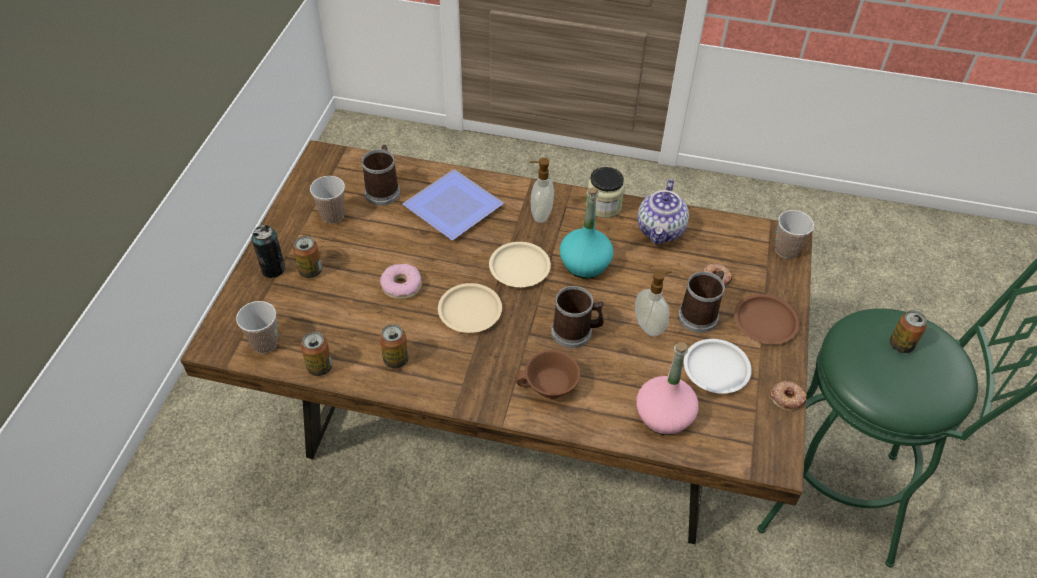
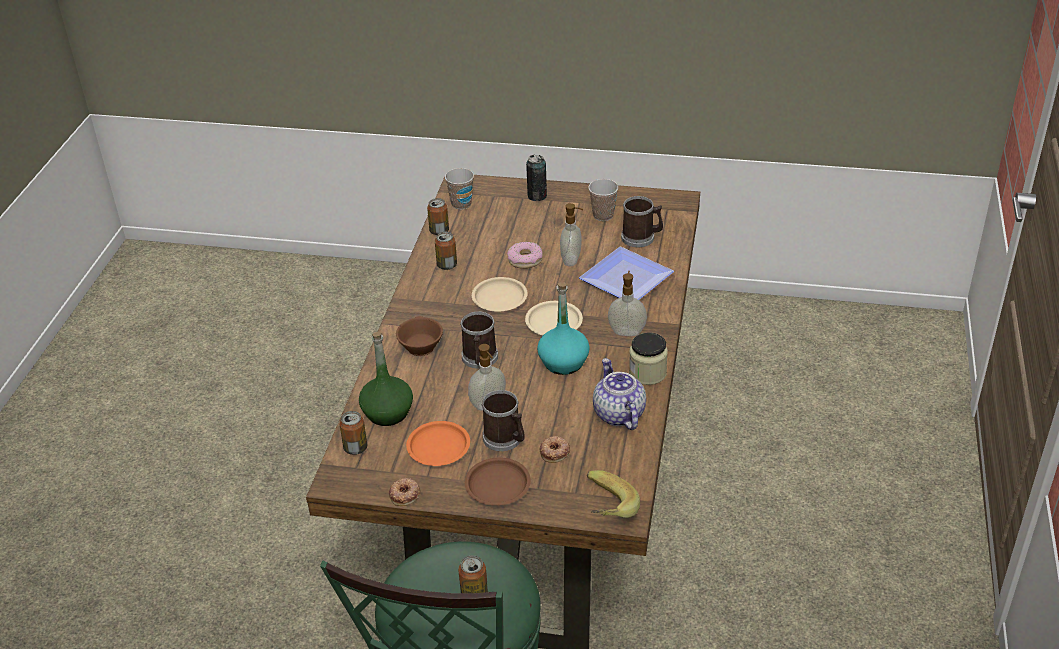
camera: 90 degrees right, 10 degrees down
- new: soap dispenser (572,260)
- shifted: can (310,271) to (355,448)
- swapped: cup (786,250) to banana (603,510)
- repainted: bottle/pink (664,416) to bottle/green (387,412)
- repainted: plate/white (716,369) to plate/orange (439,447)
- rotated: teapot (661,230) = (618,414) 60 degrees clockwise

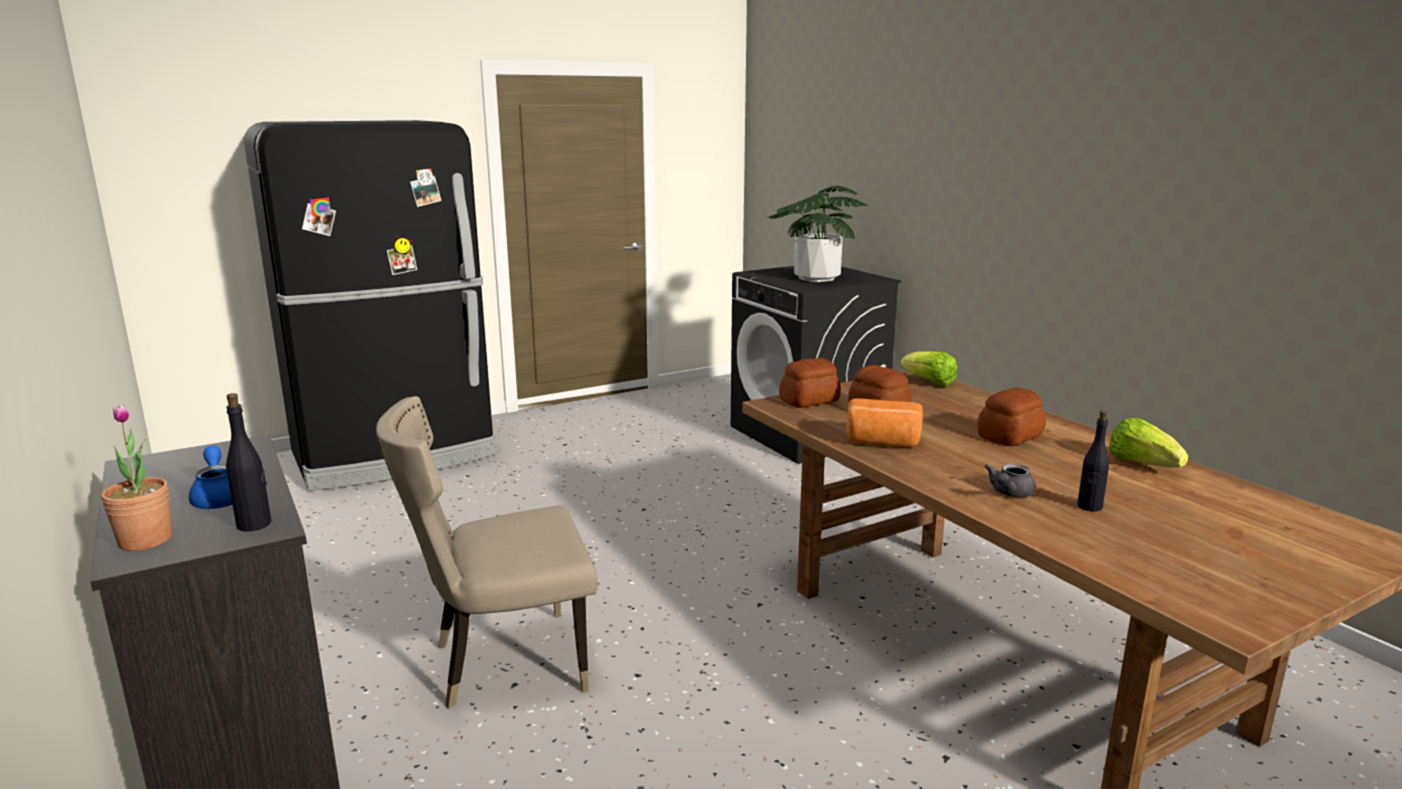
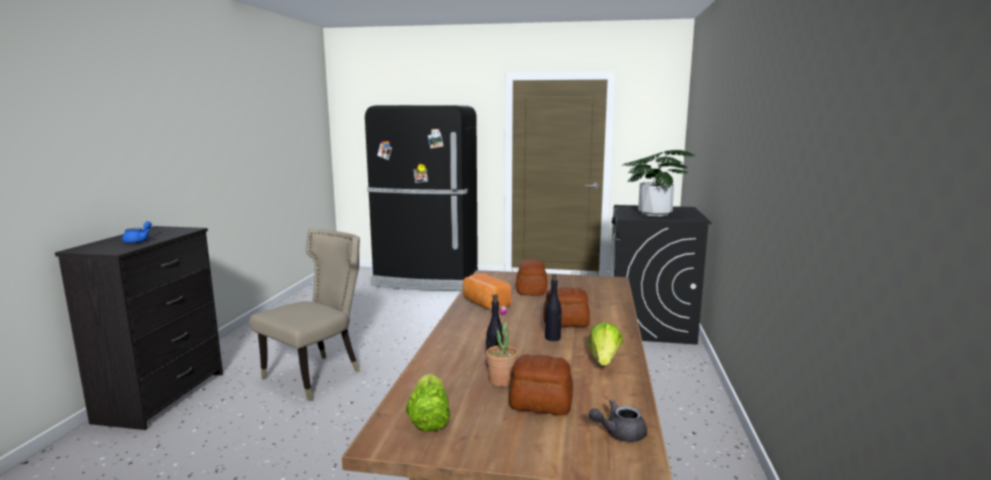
camera: 40 degrees right, 5 degrees down
- shifted: potted plant (145,540) to (502,381)
- shifted: bottle/black (254,524) to (553,338)
- shifted: bread (810,401) to (541,404)
- shifted: lettuce (929,383) to (429,418)
- shifted: teapot/grey (1009,493) to (619,433)
- rotated: chair/beige (503,663) = (317,375) 105 degrees clockwise

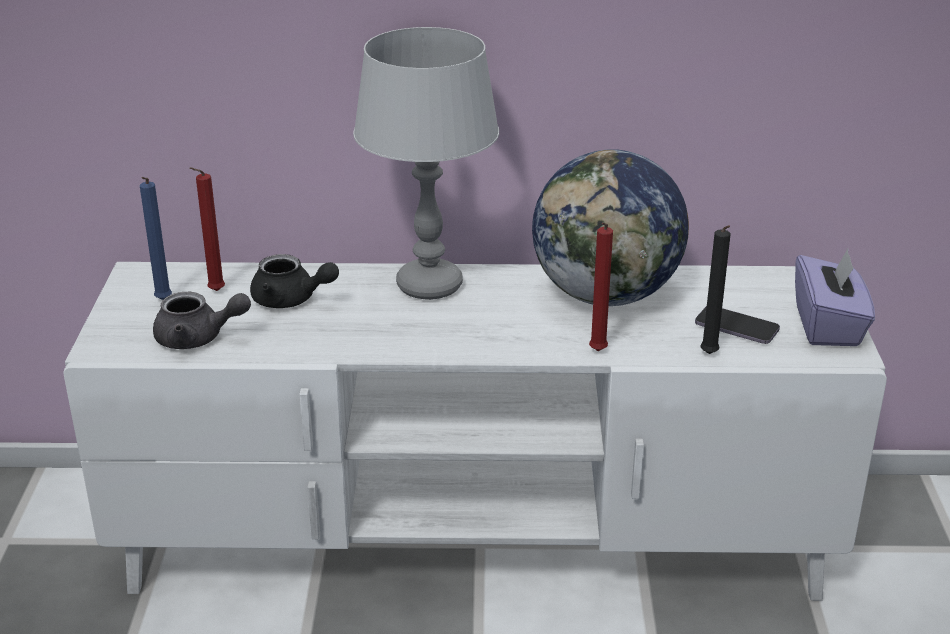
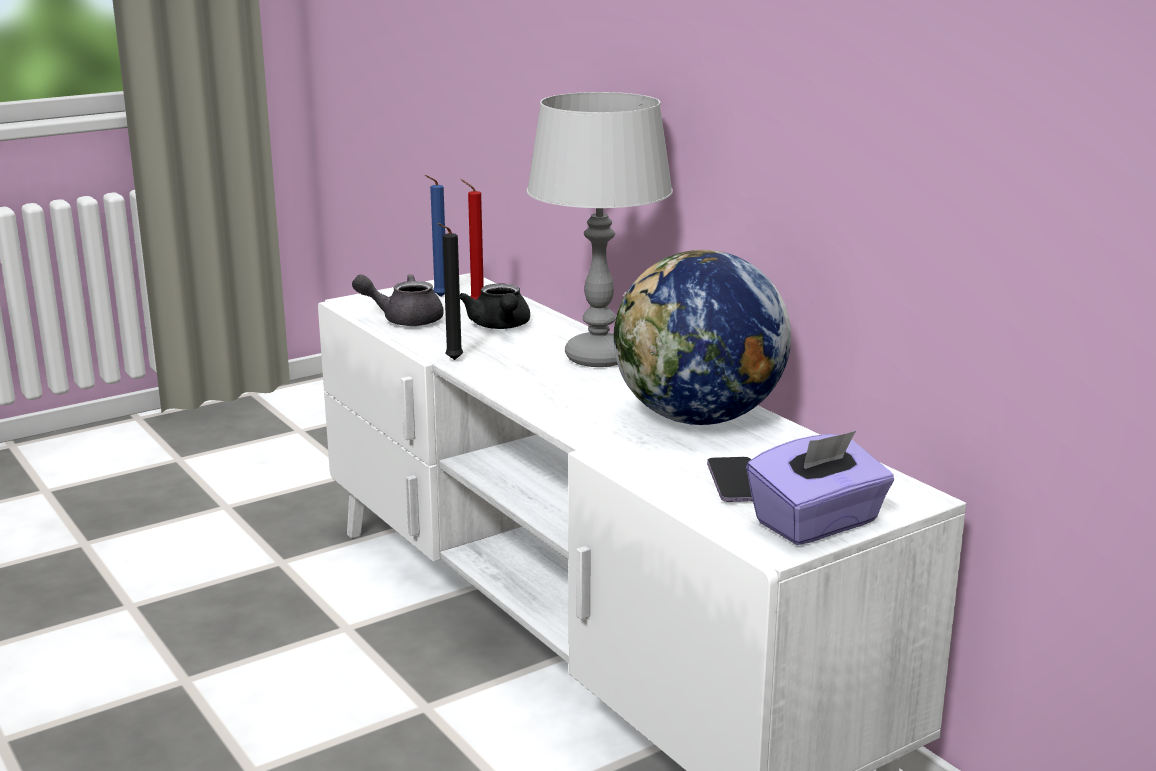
camera: 55 degrees right, 10 degrees down
- gone: candle/red (597,352)
- shifted: candle/black (709,355) to (451,360)
- rotated: teapot/grey (198,338) = (404,319) 120 degrees clockwise

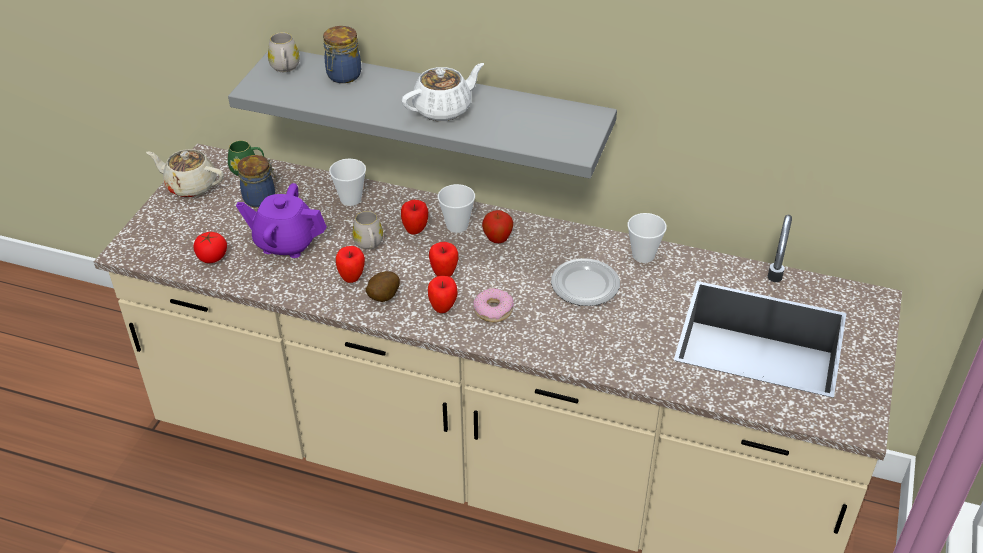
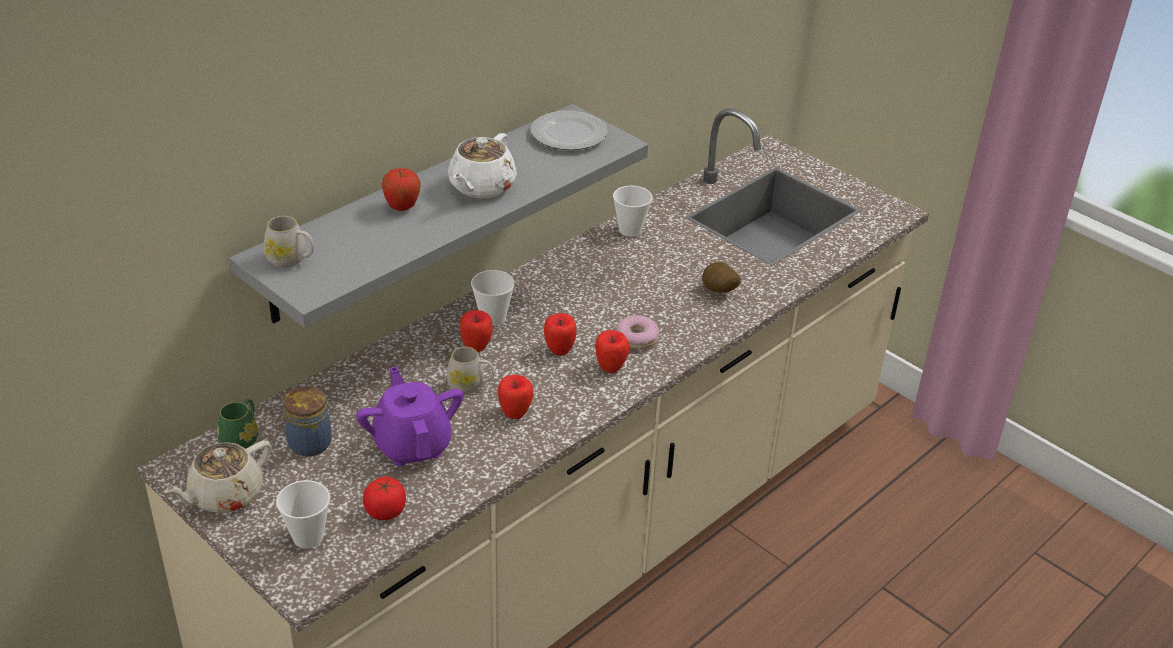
camera: 65 degrees left, 5 degrees down
- gone: jar (343,76)
- shifted: cup (350,199) to (308,537)
- shifted: potato (382,298) to (718,292)
- shifted: apple (497,240) to (402,208)
- shifted: plate (585,286) to (569,135)
- rotated: teapot/purple (286,243) = (412,445) 120 degrees clockwise
- rotated: teapot/white (443,109) = (481,187) 150 degrees counterclockwise

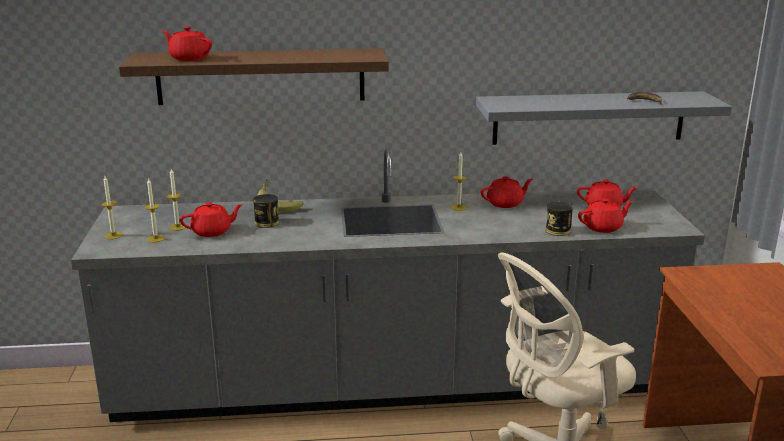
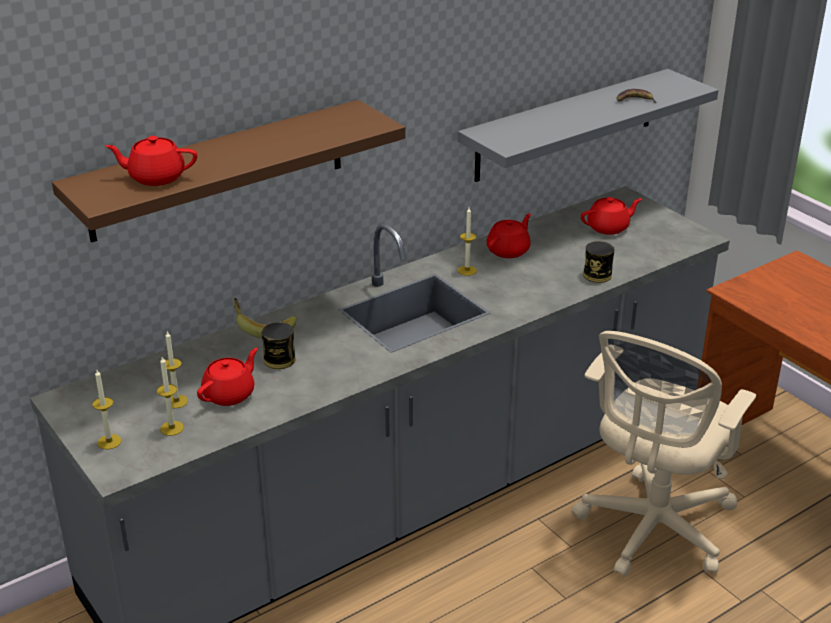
camera: 30 degrees left, 10 degrees up
- gone: teapot/red (603,227)

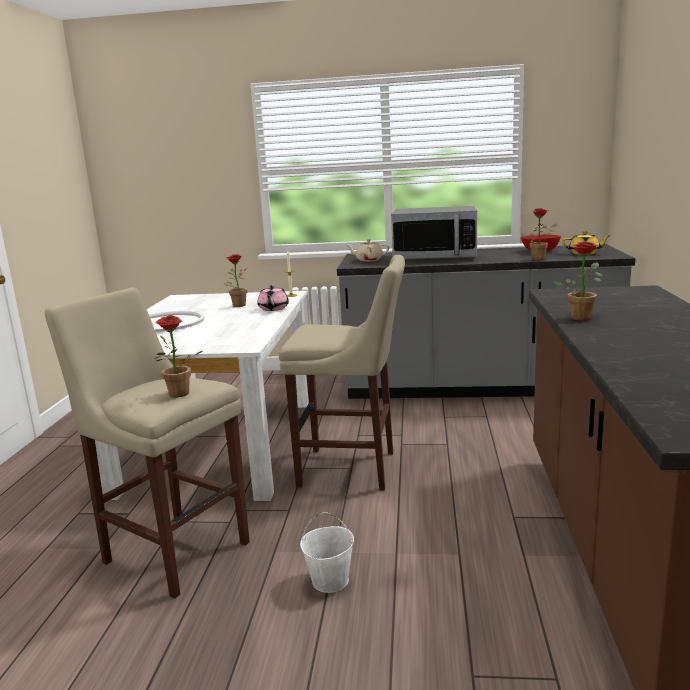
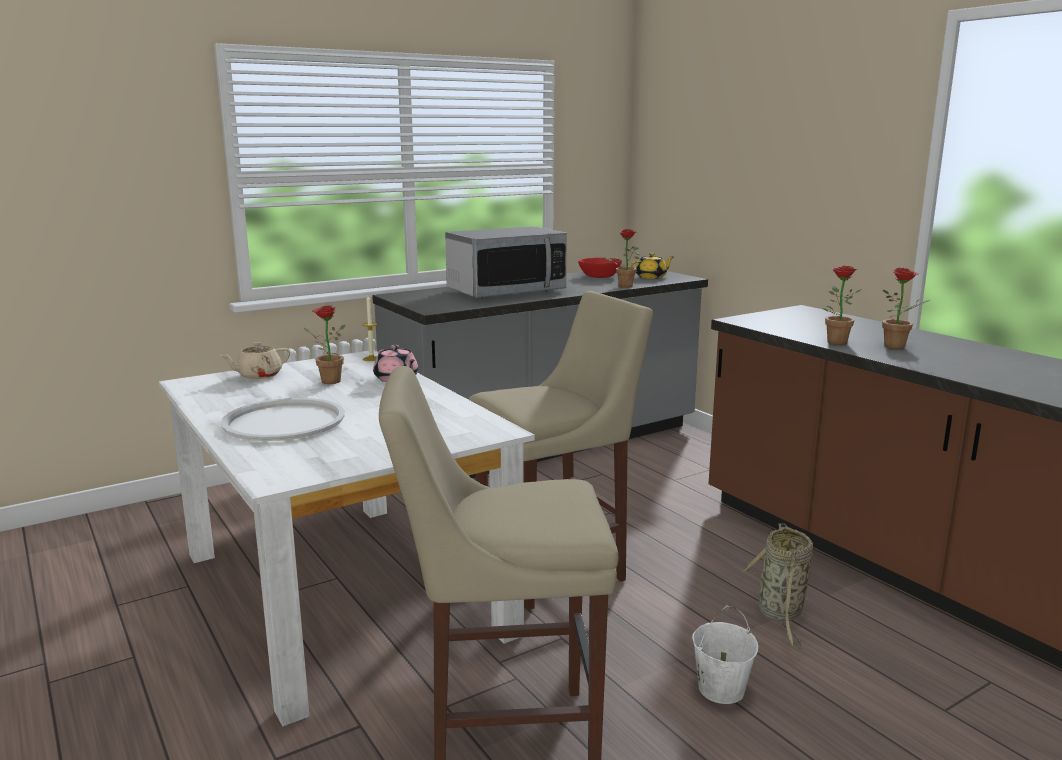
camera: 40 degrees left, 0 degrees up
- new: basket (780,614)
- shifted: potted plant (179,395) to (899,347)
- shifted: teapot/beige (368,260) to (258,375)

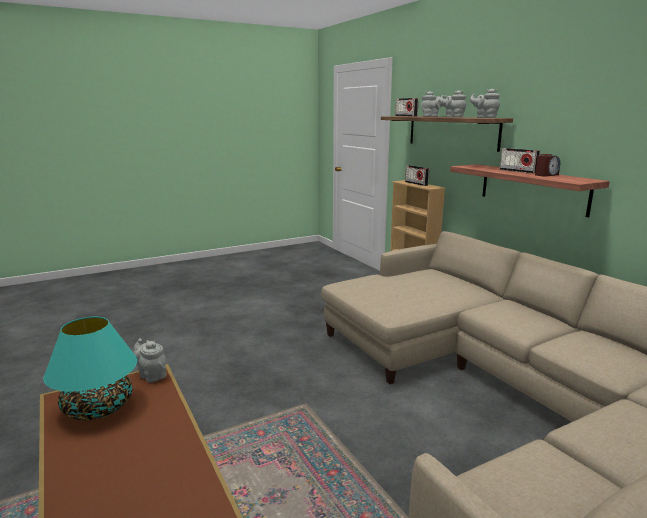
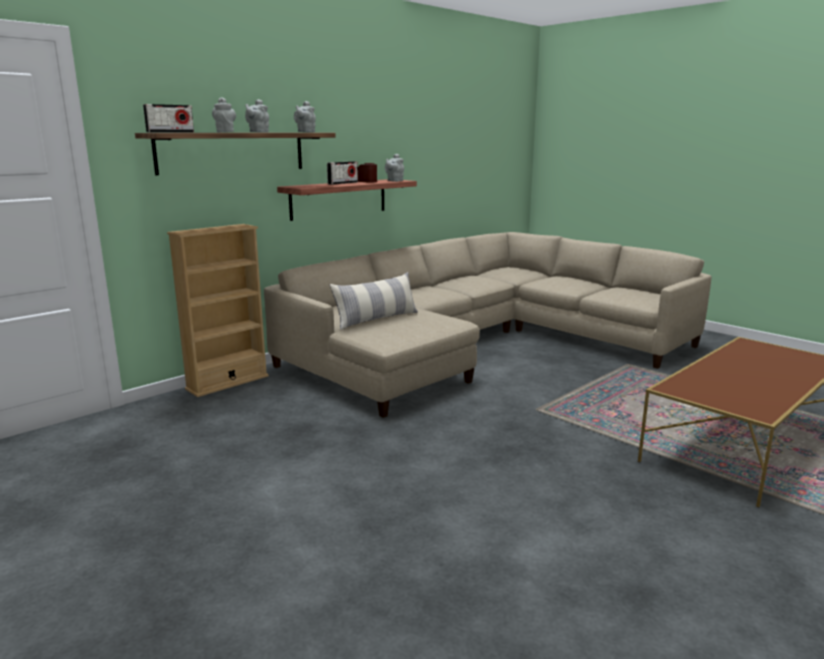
camera: 105 degrees left, 0 degrees up
- gone: table lamp/turquoise (97,407)
- gone: radio (416,183)
- new: pillow (376,319)
- shifted: teapot/grey (151,375) to (394,181)

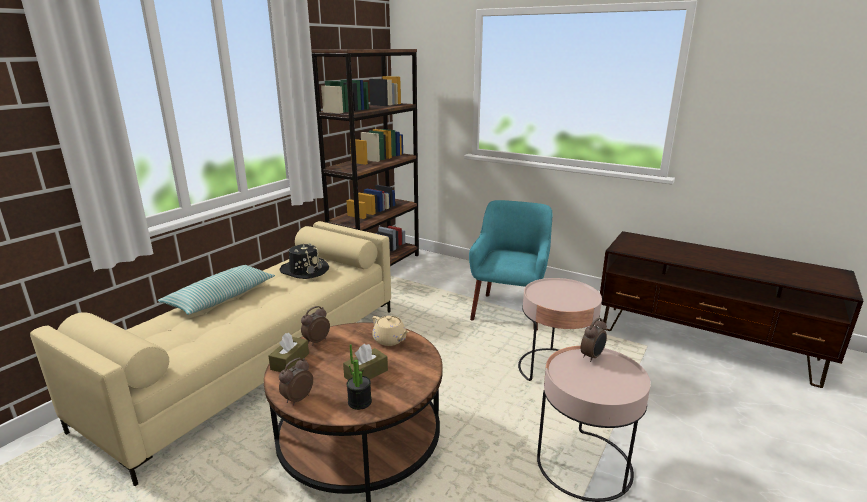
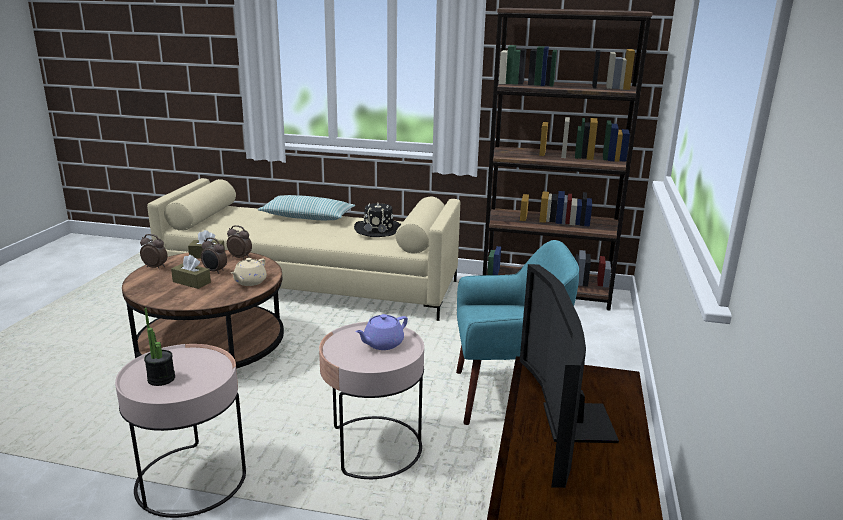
camera: 70 degrees right, 0 degrees up
- new: teapot/purple (382,344)
- new: television (566,422)
- shifted: potted plant (359,402) to (161,379)
- shifted: alarm clock (592,357) to (215,271)

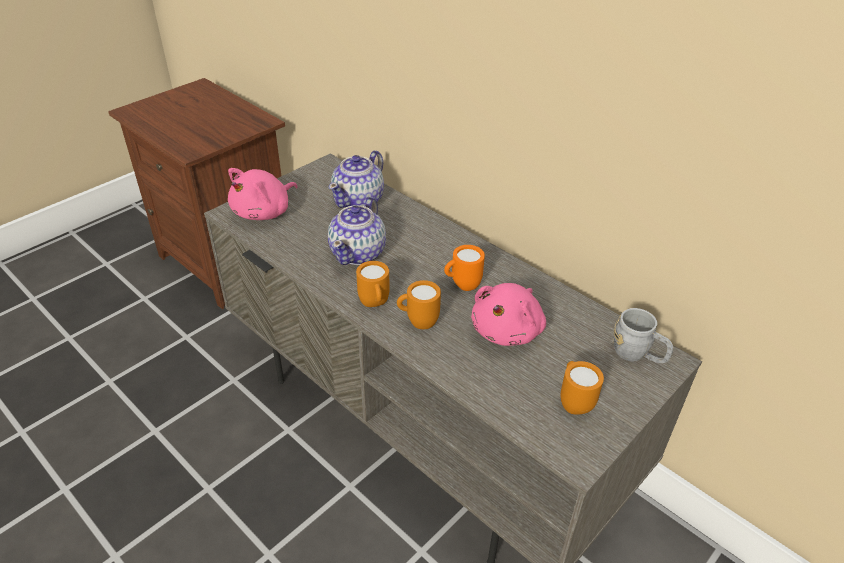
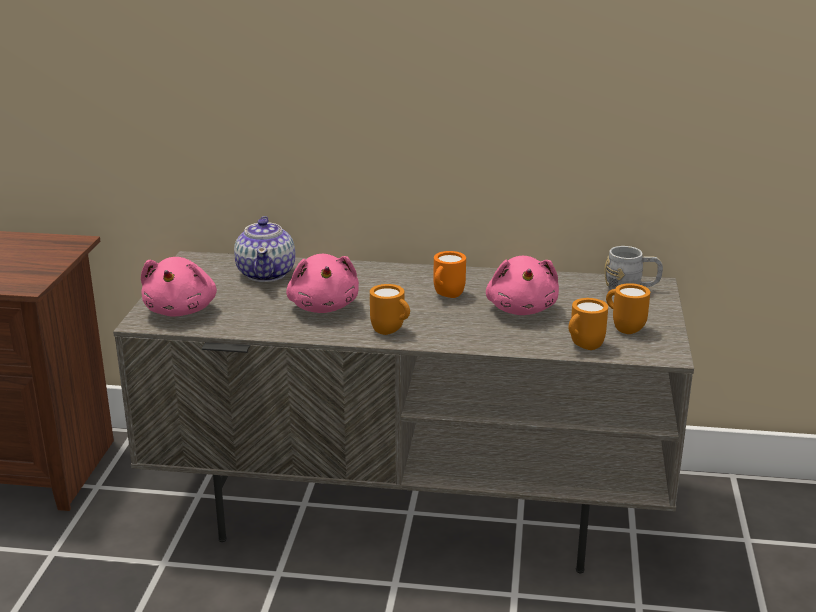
camera: 35 degrees left, 15 degrees down
- shifted: mug/orange (418,322) to (583,347)
- swapped: teapot (358,253) to plush toy/pink (323,306)

